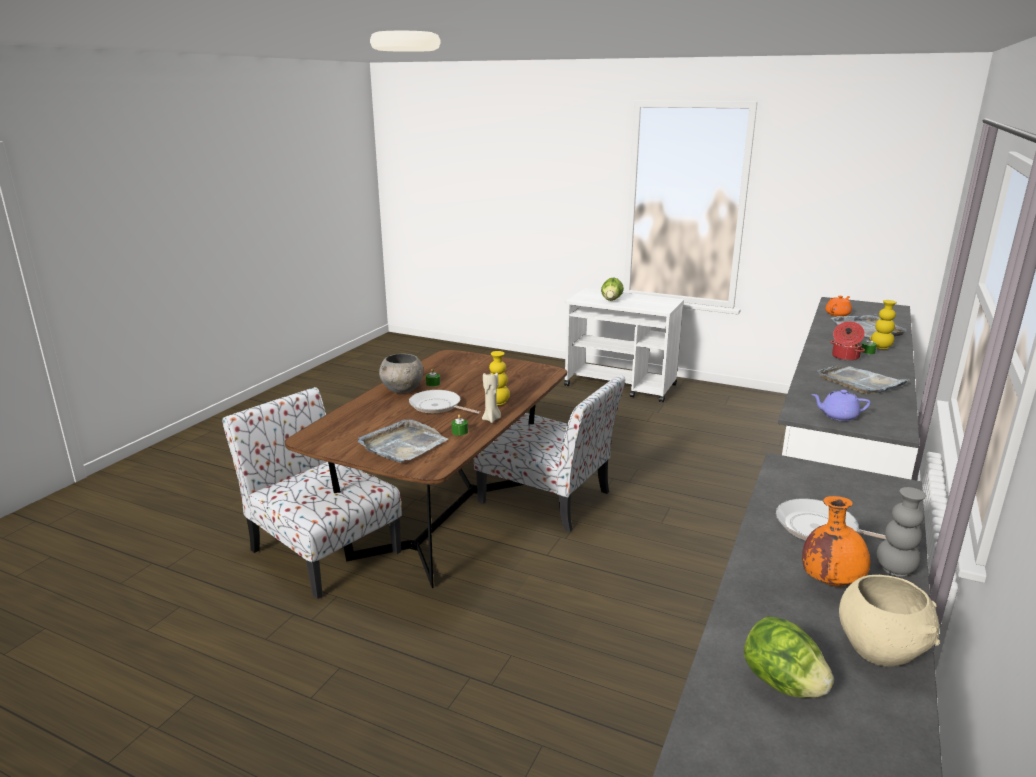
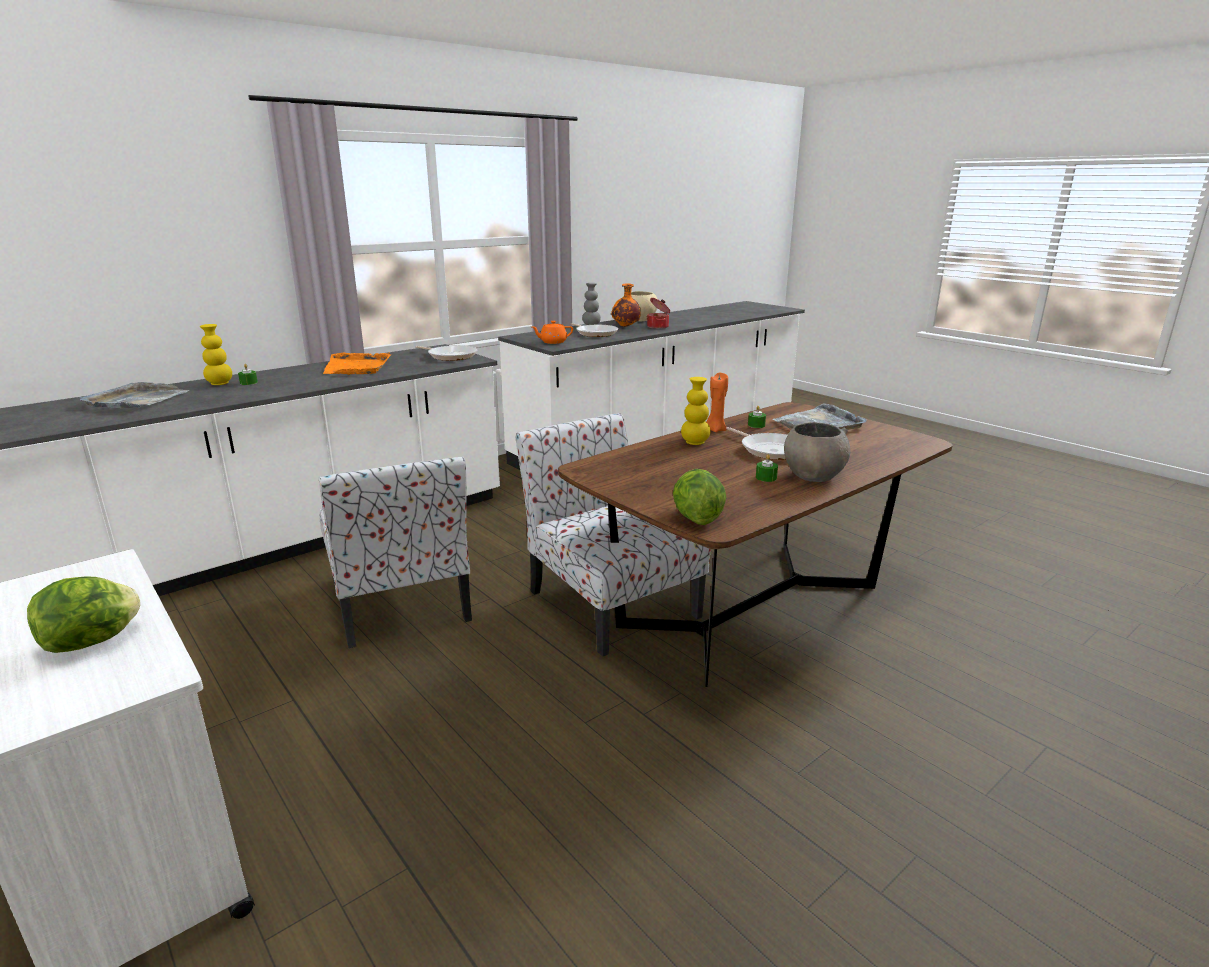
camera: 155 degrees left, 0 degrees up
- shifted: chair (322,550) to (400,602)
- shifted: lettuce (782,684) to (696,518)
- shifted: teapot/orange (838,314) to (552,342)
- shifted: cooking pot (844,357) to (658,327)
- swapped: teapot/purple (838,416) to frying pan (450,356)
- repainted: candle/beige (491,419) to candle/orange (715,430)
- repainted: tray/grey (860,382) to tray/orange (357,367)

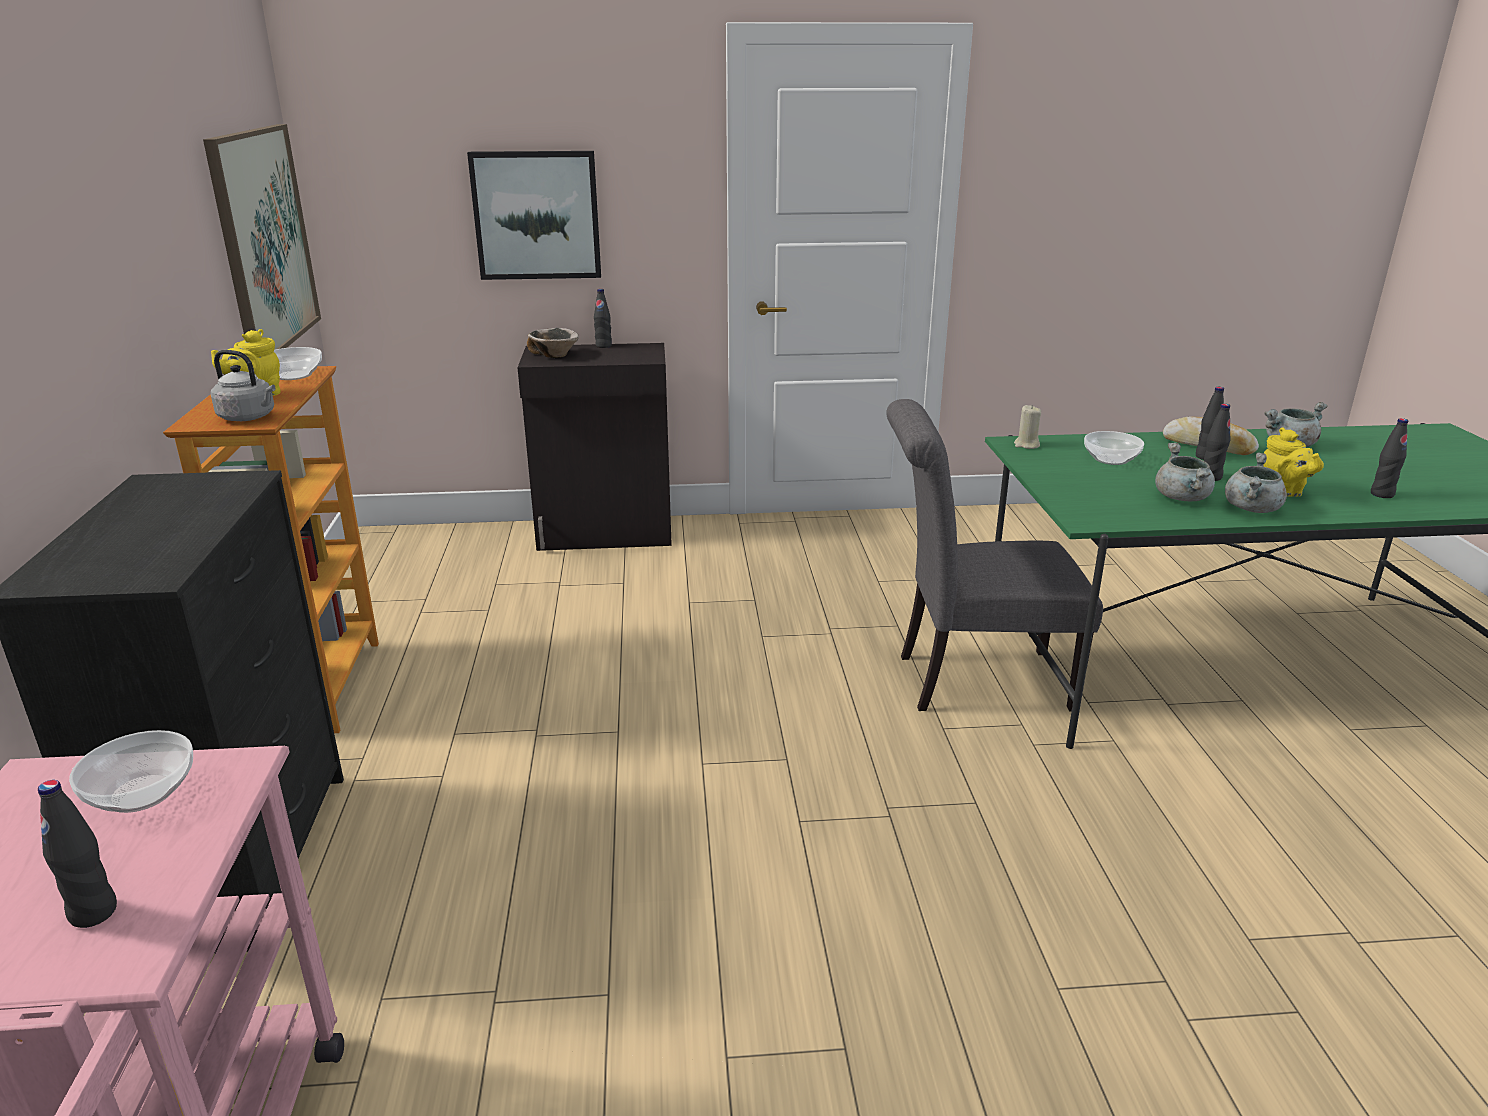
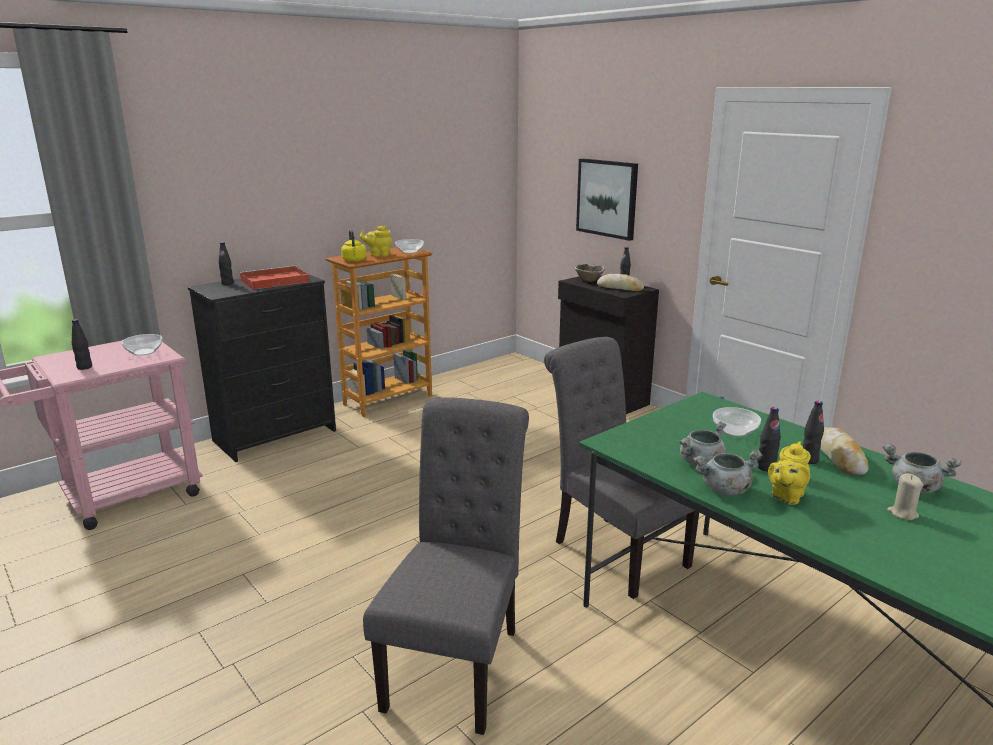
camera: 55 degrees right, 5 degrees down
- gone: picture (264,240)
- new: tray/red (273,281)
- new: chair/grey (457,661)
- new: bread (620,288)
- shifted: candle/beige (1026,445) to (902,513)
- shifted: bottle/black (1382,494) to (227,283)
- repainted: kettle/grey (249,417) to kettle/yellow (354,260)

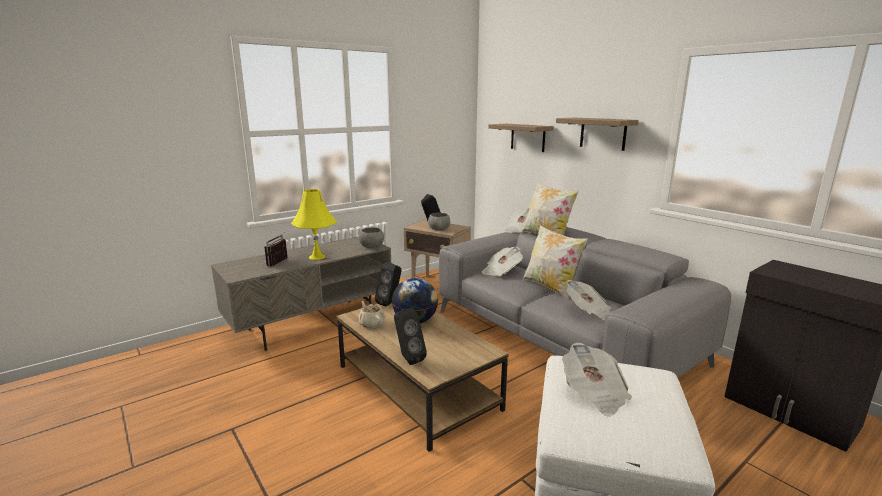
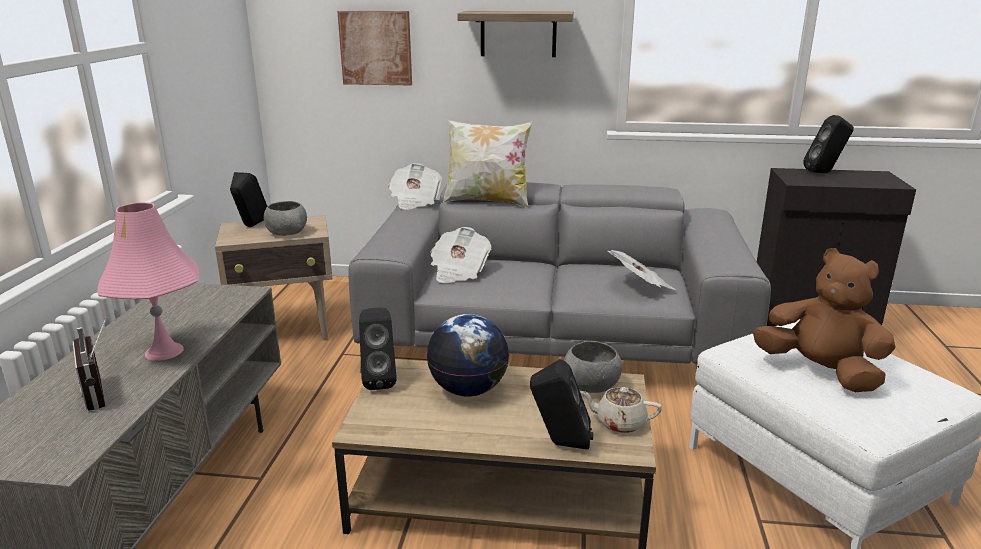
camera: 45 degrees left, 5 degrees up
- gone: pillow (551,287)
- new: speaker/black (824,172)
- shifted: teapot/beige (371,323) to (619,423)
- shifted: bowl/grey (371,246) to (590,385)
- swapped: shelf (527,137) to picture (376,48)
- swapped: newspaper (594,394) to plush toy/brown (819,371)
- repainted: table lamp/yellow (317,257) to table lamp/pink (164,351)

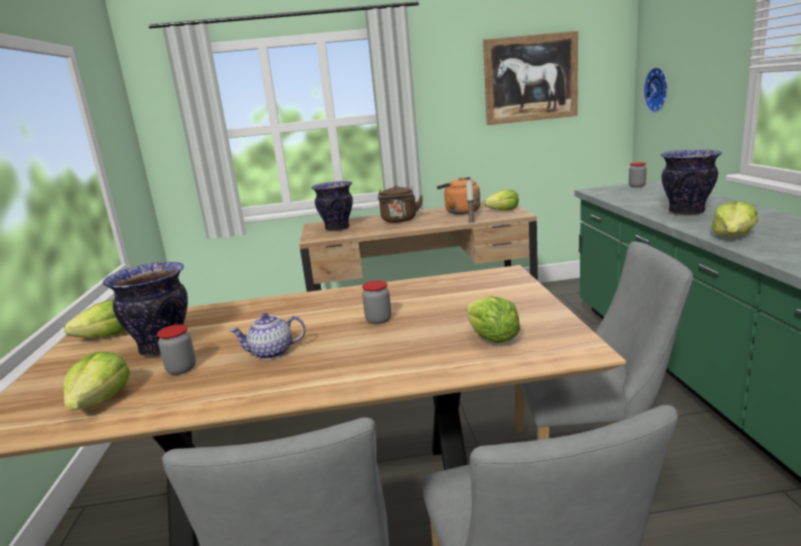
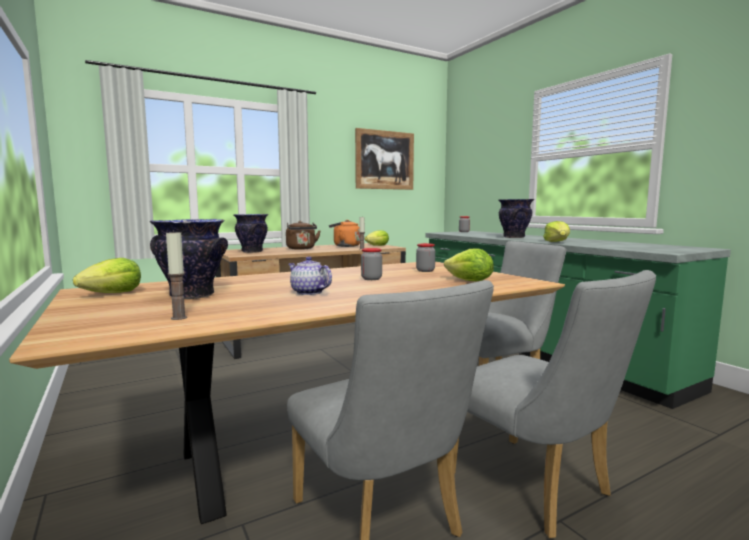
camera: 25 degrees left, 10 degrees down
- gone: wall clock (658,89)
- shifted: jar (181,369) to (425,271)
- swapped: lettuce (101,401) to candle (179,318)
- rotated: teapot (271,353) = (308,292) 75 degrees clockwise

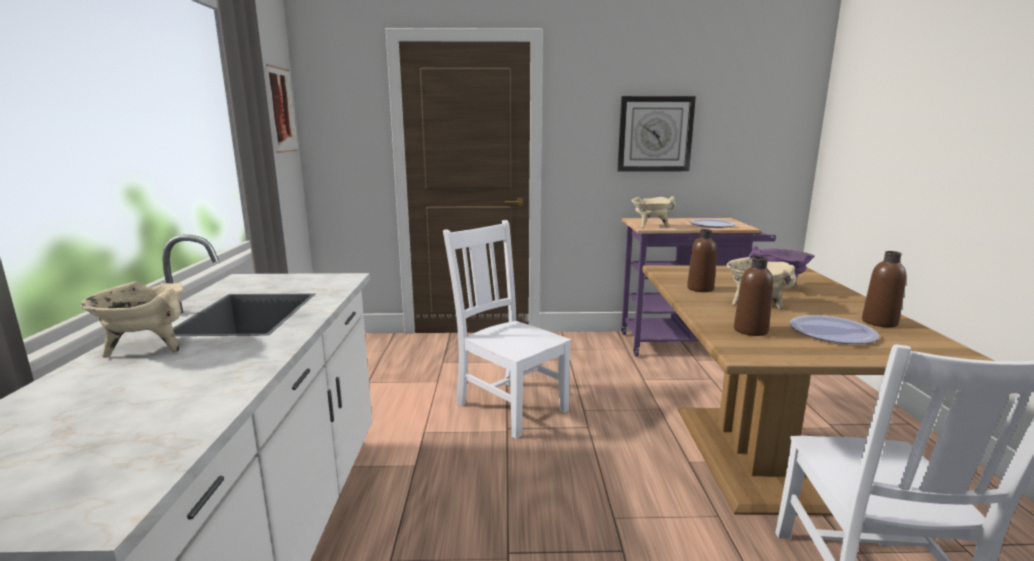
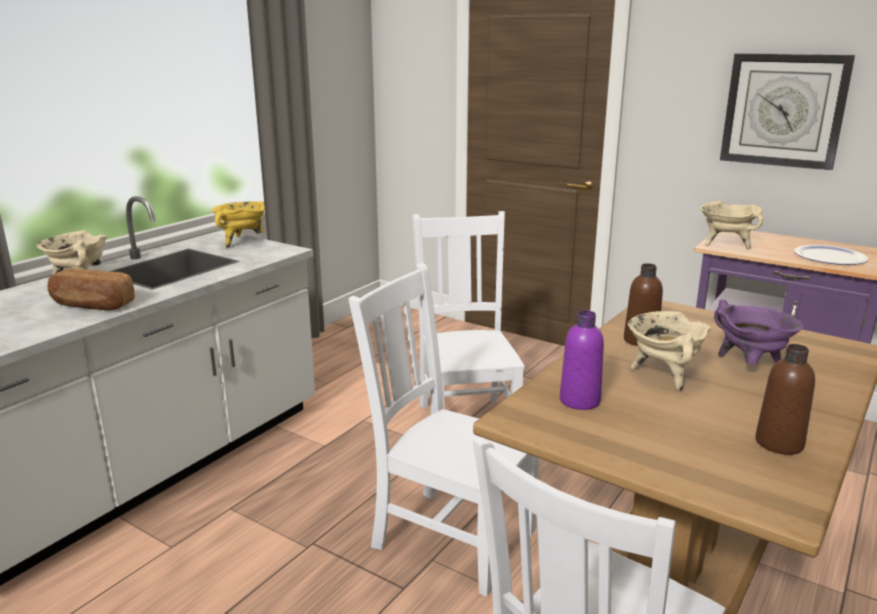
camera: 35 degrees right, 5 degrees up
- gone: picture (282,110)
- gone: plate (832,331)
- new: bread (92,305)
- new: cooking pot/yellow (242,242)
- new: chair/white (449,536)
- repainted: bottle/brown (750,330) to bottle/purple (579,401)

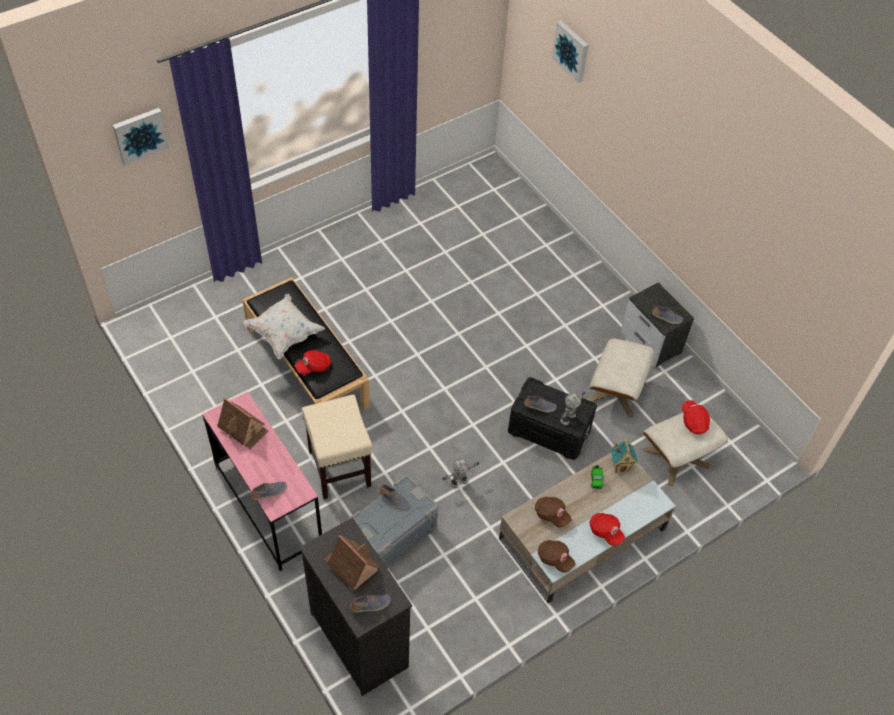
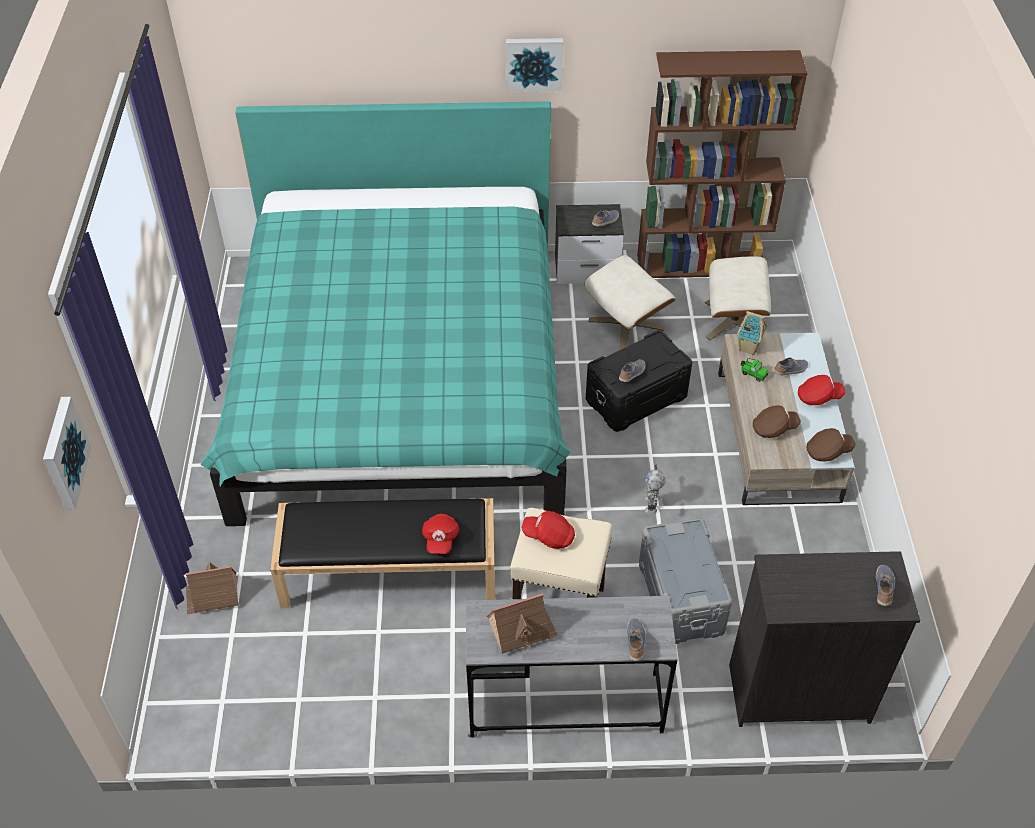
camera: 55 degrees left, 5 degrees down
- gone: pillow/white (284,334)
- gone: toy robot (568,418)
- new: bed/turquoise (400,380)
- new: bookcase/brown (701,264)
- shifted: toy house (351,565) to (213,596)
- shifted: shoe (394,500) to (790,371)
- shifted: picture (571,50) to (534,63)
- shifted: cap/red (693,421) to (549,536)
- repainted: desk/pink (268,506) to desk/grey (564,705)

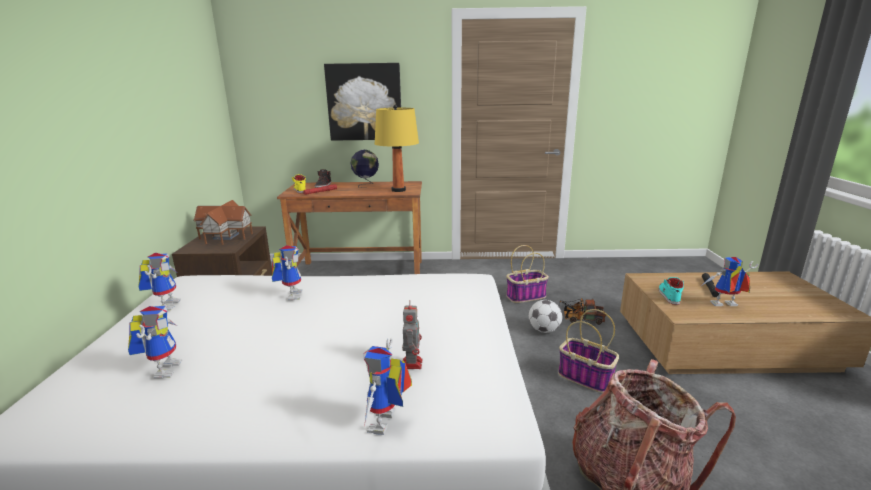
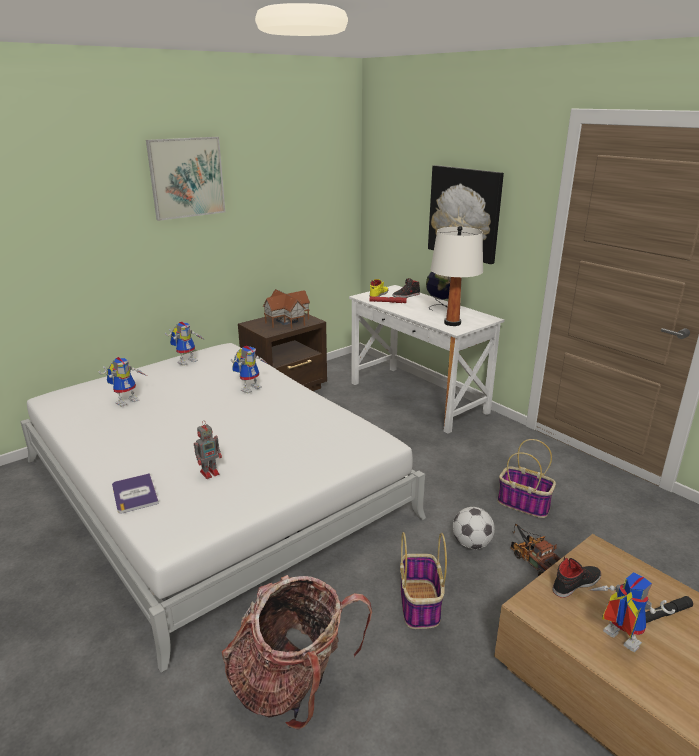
camera: 50 degrees right, 5 degrees up
- new: picture (187,178)
- swapped: toy robot (386,425) to book (135,494)
- repainted: desk/brown (360,272) to desk/white (418,397)
- repainted: table lamp/yellow (398,190) to table lamp/white (452,323)
- repainted: shoe/turquoise (668,295) to shoe/black (575,583)

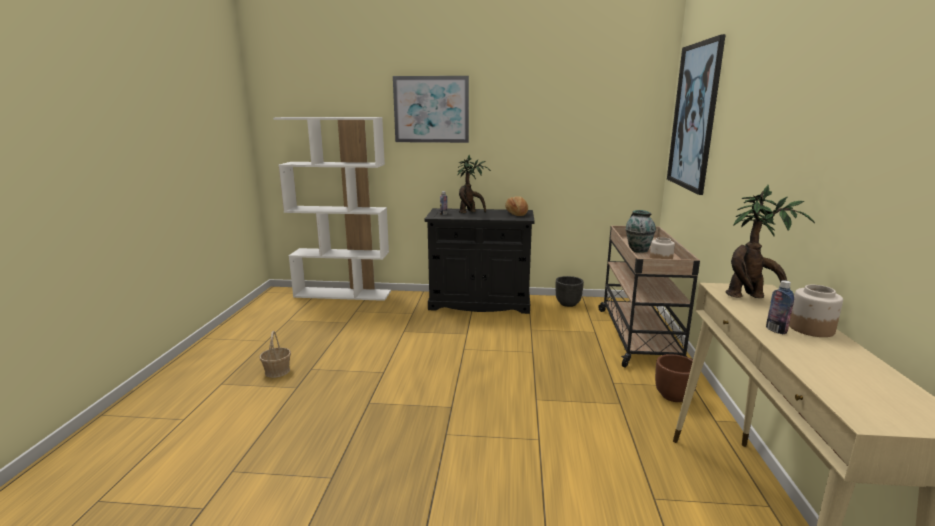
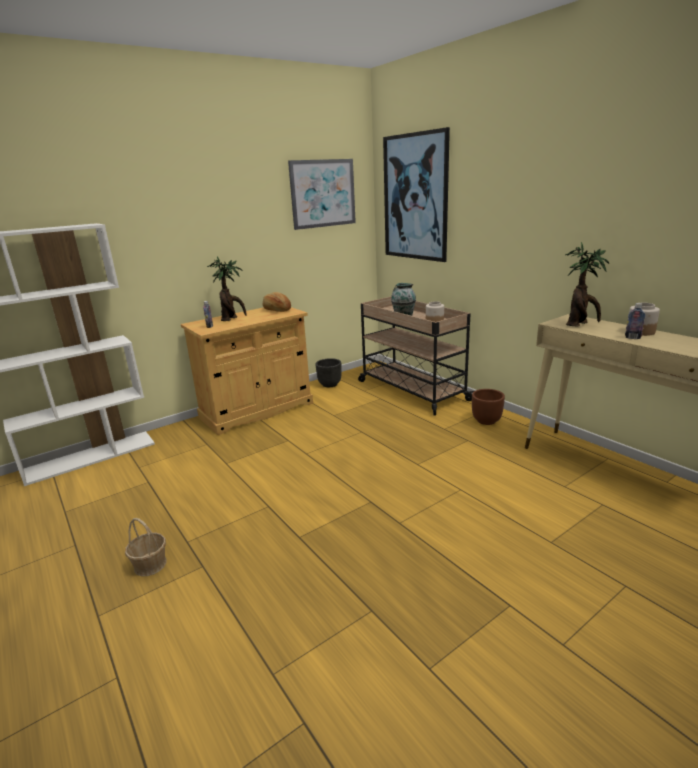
camera: 40 degrees left, 5 degrees up
- shifted: picture (431,109) to (323,193)
- repainted: cabinet/black (480,303) to cabinet/beige (257,410)

